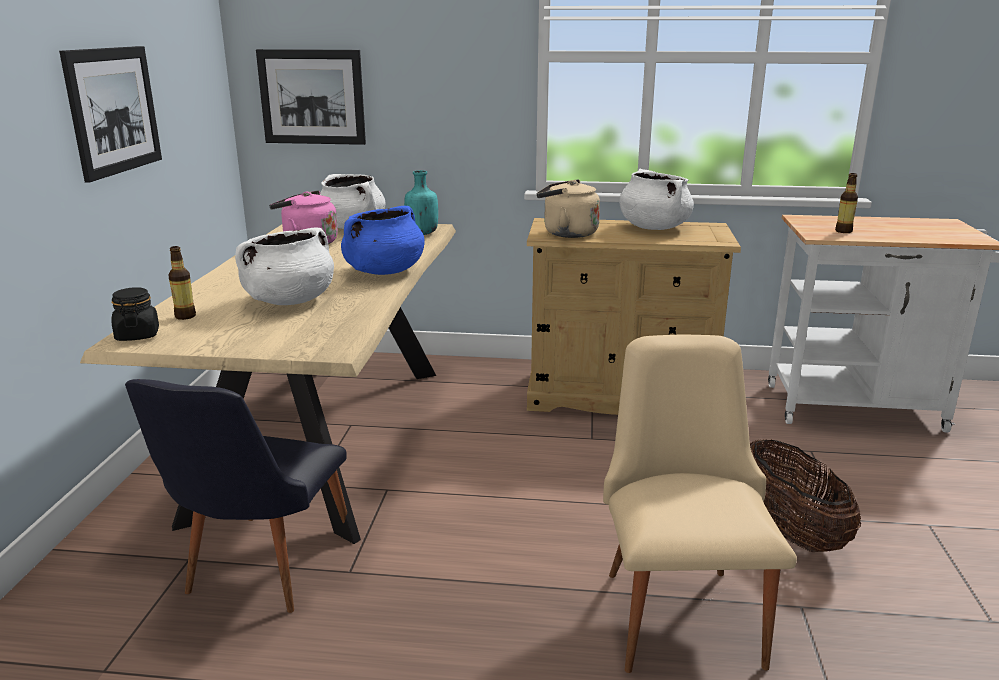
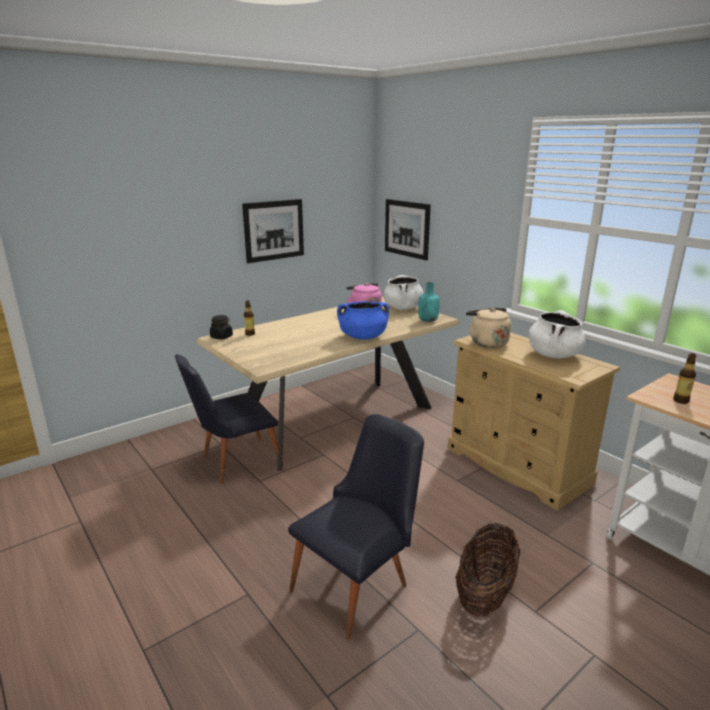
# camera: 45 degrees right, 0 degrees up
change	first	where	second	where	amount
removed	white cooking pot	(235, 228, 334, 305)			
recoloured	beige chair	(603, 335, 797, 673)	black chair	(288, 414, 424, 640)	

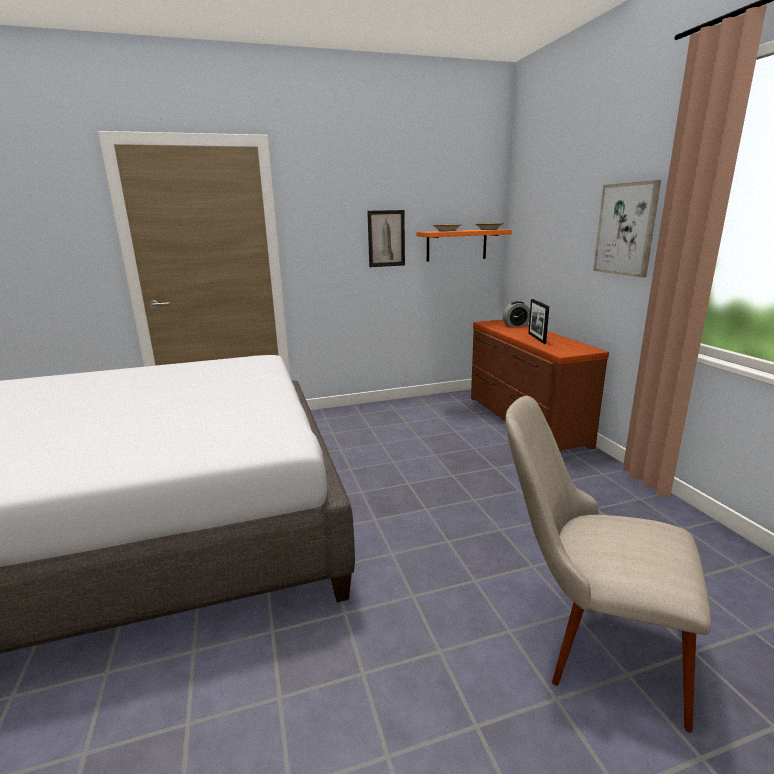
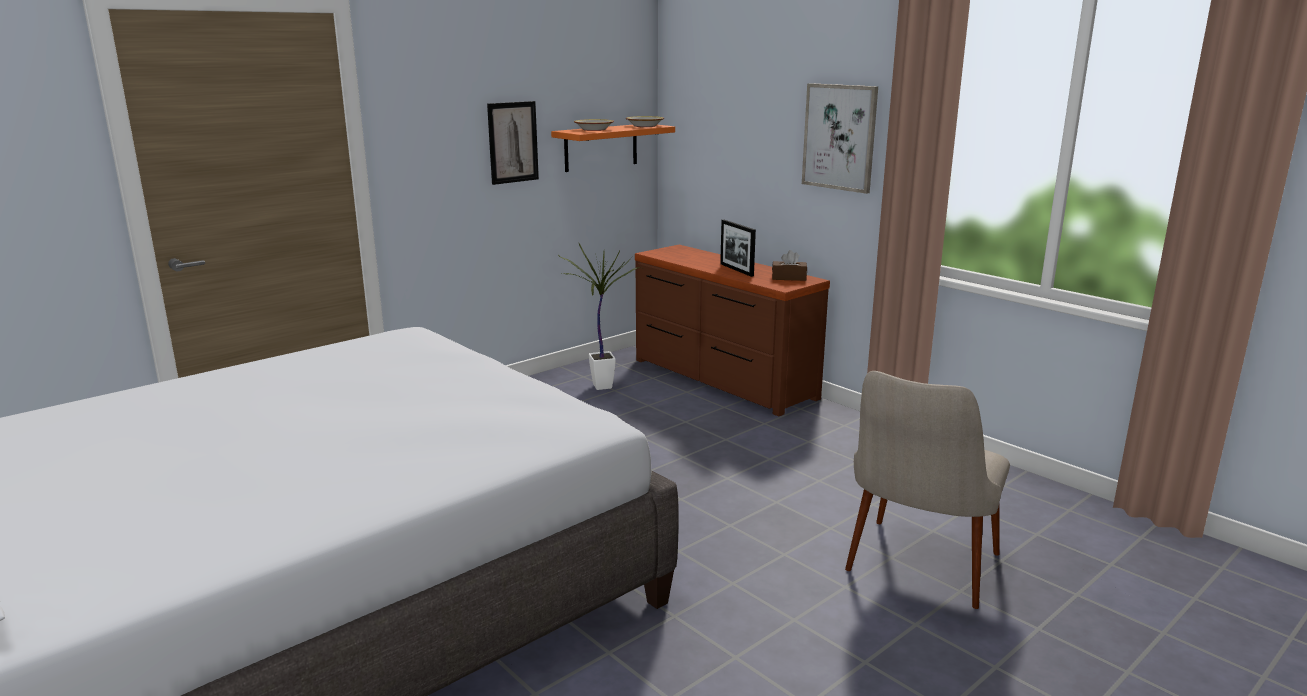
# camera: 25 degrees left, 0 degrees up
change	first	where	second	where	amount
removed	alarm clock	(503, 301, 530, 327)			
added			potted plant	(558, 242, 639, 390)	
added			brown tissue box	(772, 250, 807, 281)	
turned	beige chair	(506, 396, 711, 733)		(845, 371, 1010, 609)	60 degrees counterclockwise

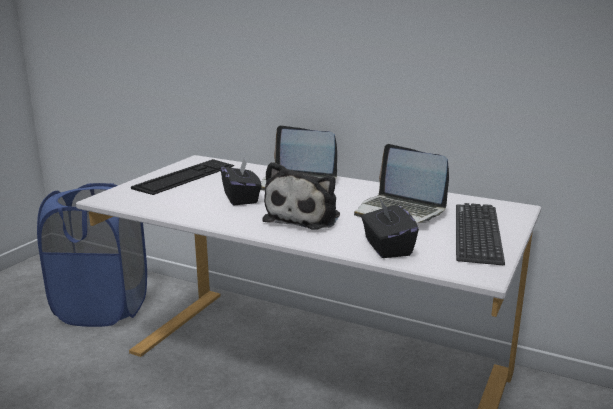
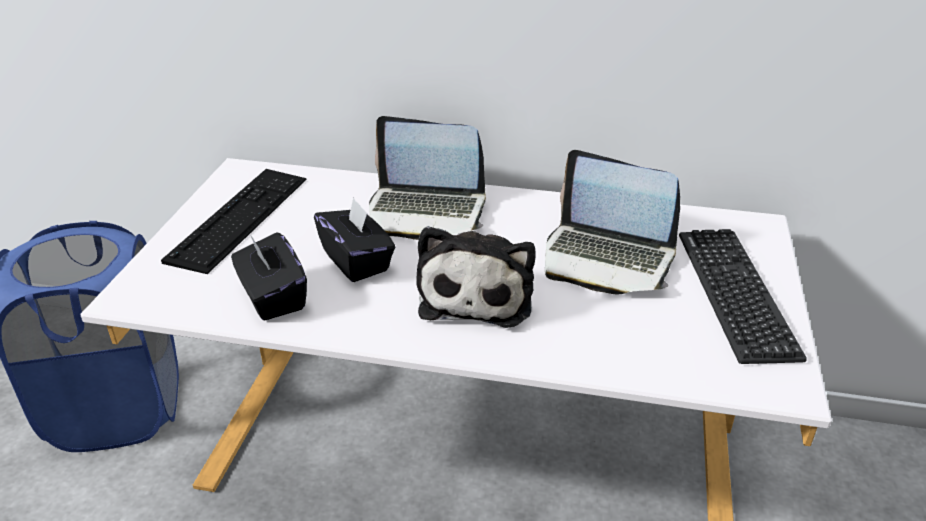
# camera: 15 degrees left, 15 degrees up
change	first	where	second	where	amount
moved	black tissue box	(361, 199, 419, 258)		(231, 232, 307, 321)	

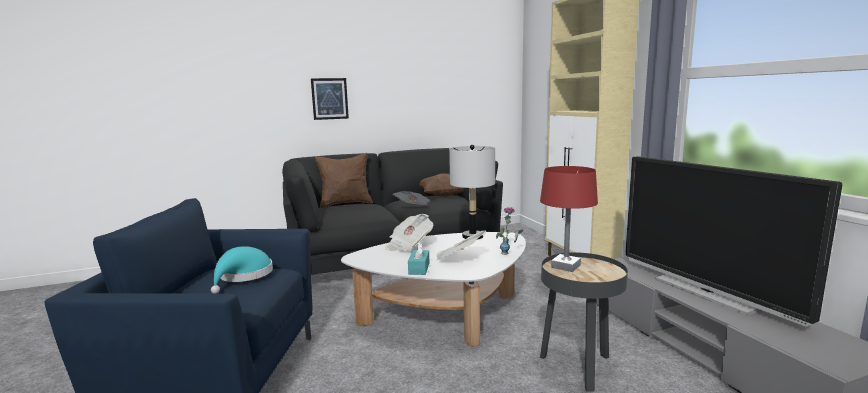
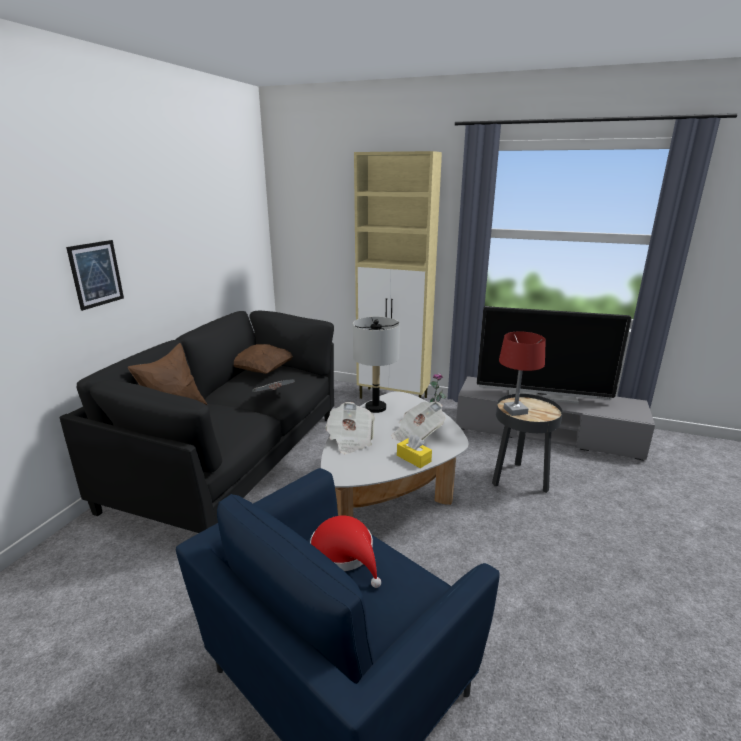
# camera: 50 degrees left, 10 degrees up
change	first	where	second	where	amount
recoloured	turquoise hat	(211, 246, 273, 294)	red hat	(310, 515, 381, 588)	
recoloured	turquoise tissue box	(408, 243, 429, 275)	yellow tissue box	(397, 434, 432, 468)	

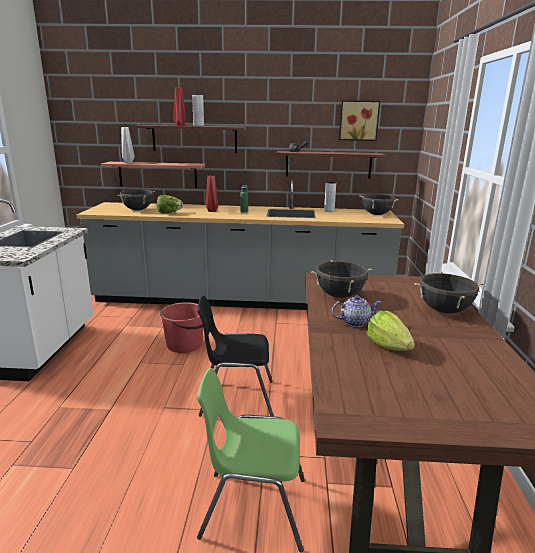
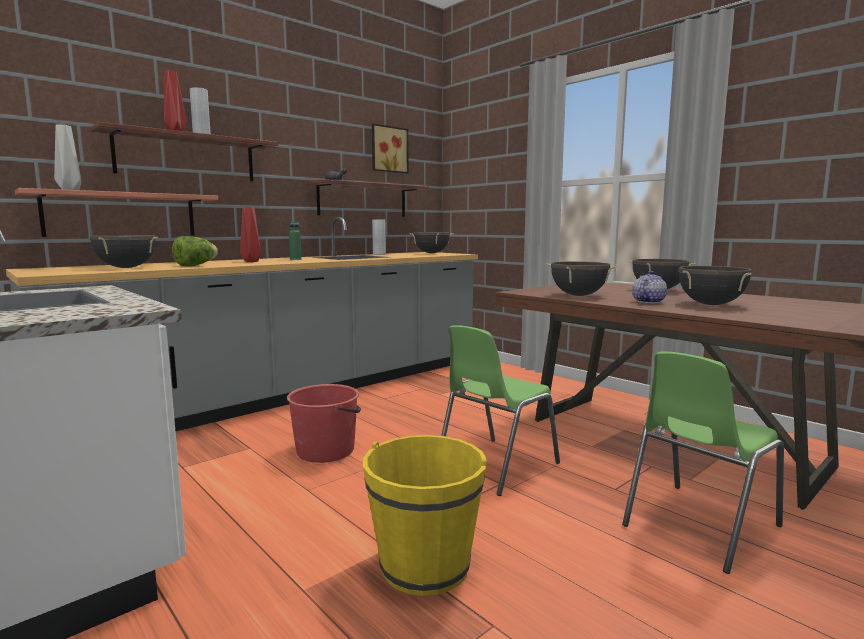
# camera: 45 degrees left, 10 degrees down
change	first	where	second	where	amount
added			yellow bucket	(363, 435, 487, 596)	
replaced	lettuce	(367, 311, 415, 351)	black cooking pot	(678, 266, 752, 305)	
recoloured	black chair	(197, 296, 274, 417)	green chair	(441, 325, 560, 496)	

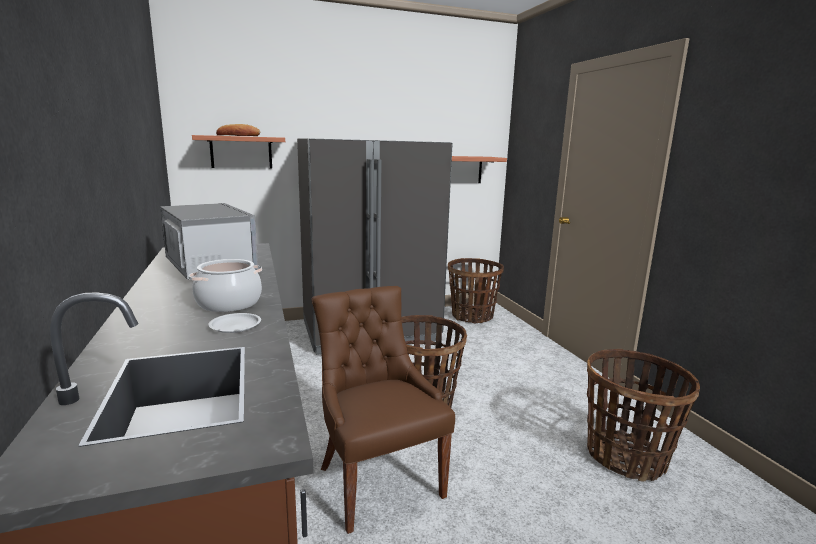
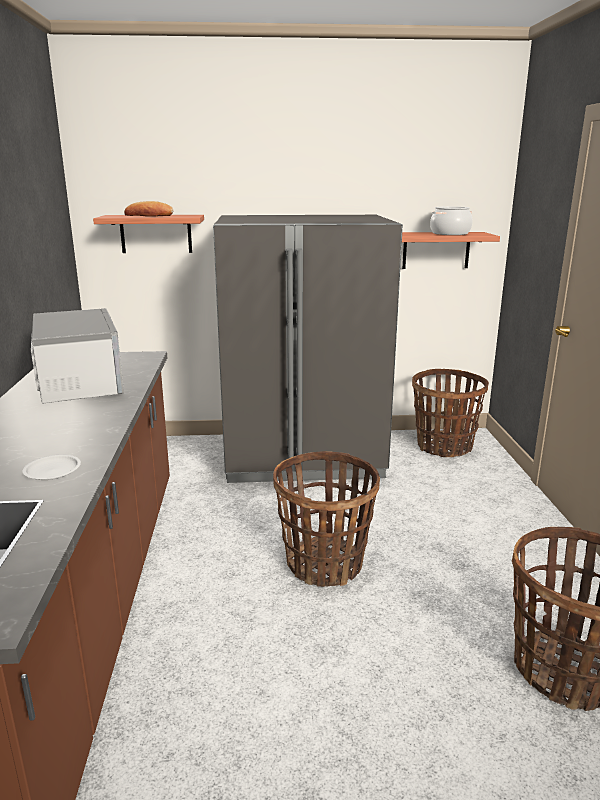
# camera: 15 degrees right, 5 degrees up
change	first	where	second	where	amount
removed	brown chair	(312, 286, 455, 534)			
moved	cooking pot	(188, 259, 262, 312)		(430, 206, 473, 235)	

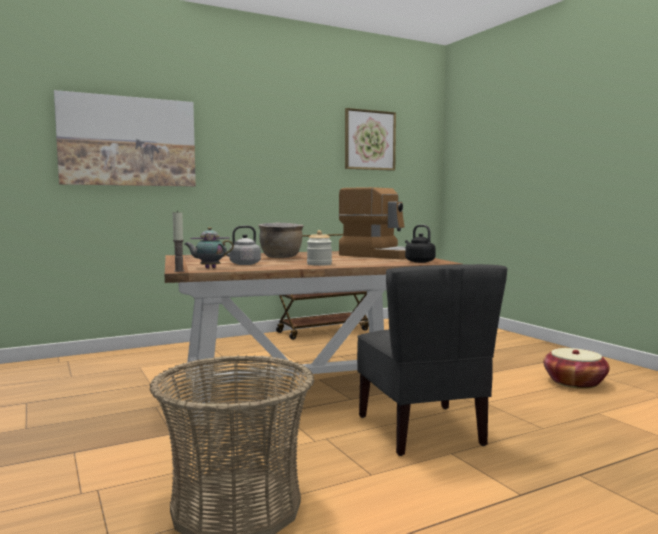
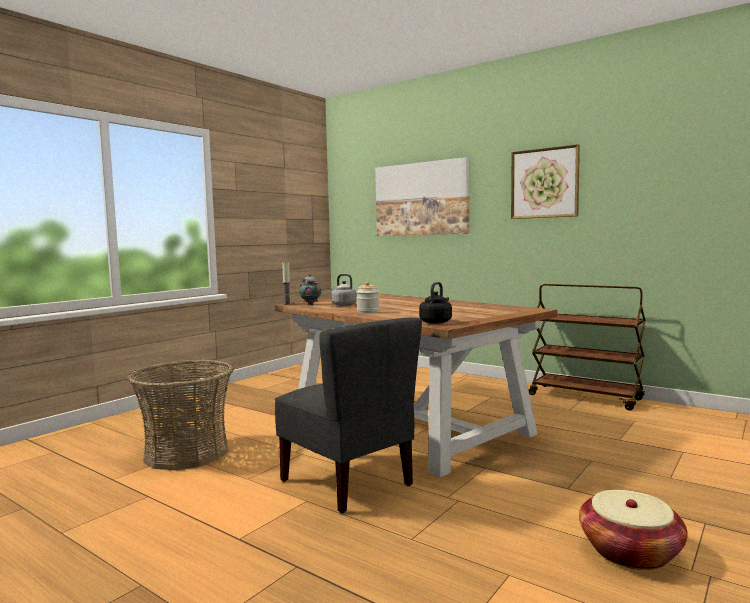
# camera: 65 degrees right, 0 degrees up
change	first	where	second	where	amount
removed	brown cooking pot	(258, 222, 304, 258)			
removed	coffee machine	(339, 187, 406, 259)			
moved	picture	(345, 108, 396, 171)		(511, 144, 580, 219)	
turned	grey chair	(357, 264, 508, 456)		(274, 317, 422, 513)	90 degrees counterclockwise

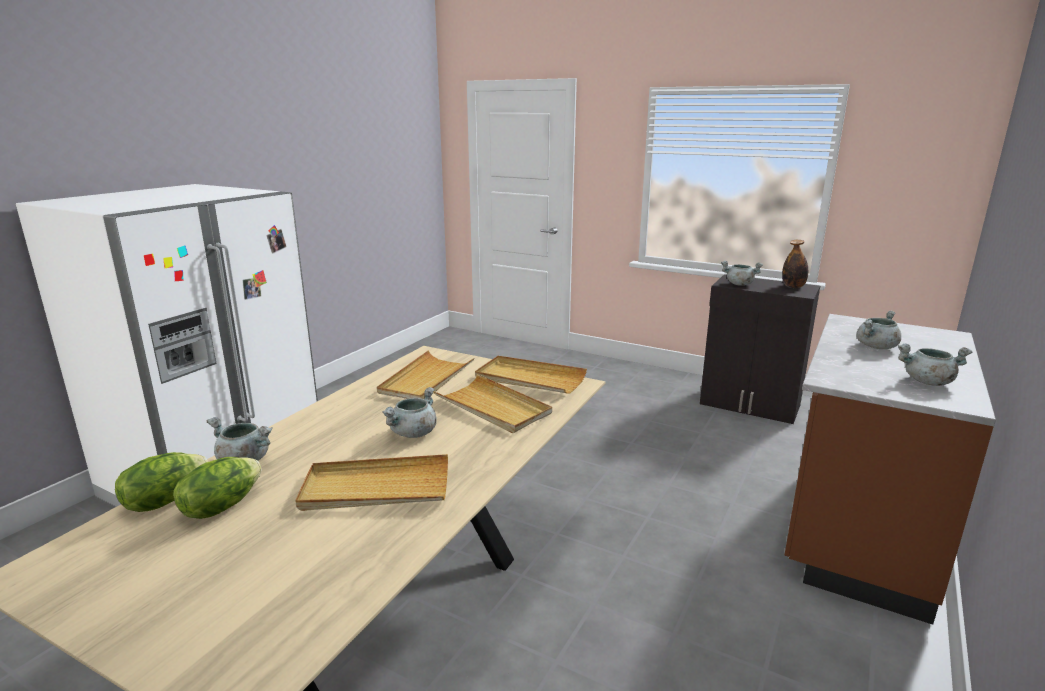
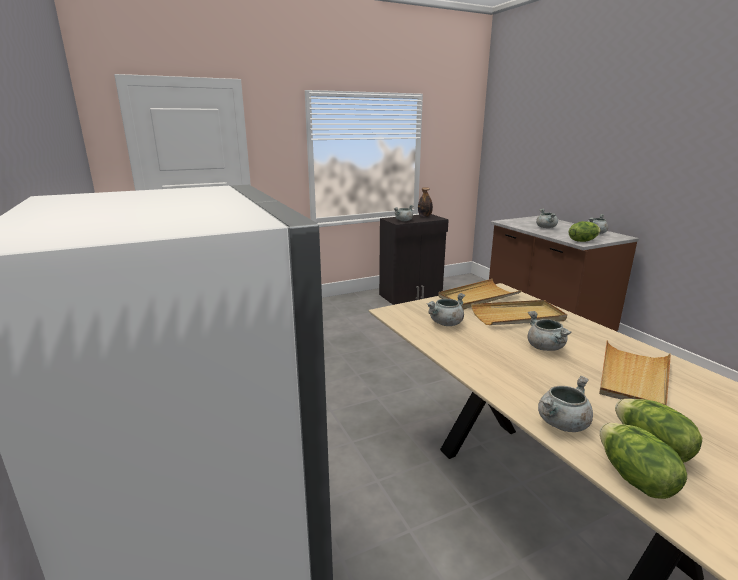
# camera: 55 degrees left, 0 degrees up
change	first	where	second	where	amount
added			lettuce	(569, 221, 601, 242)	
replaced	beige tray	(377, 350, 474, 399)	grey cooking pot	(427, 293, 465, 326)	

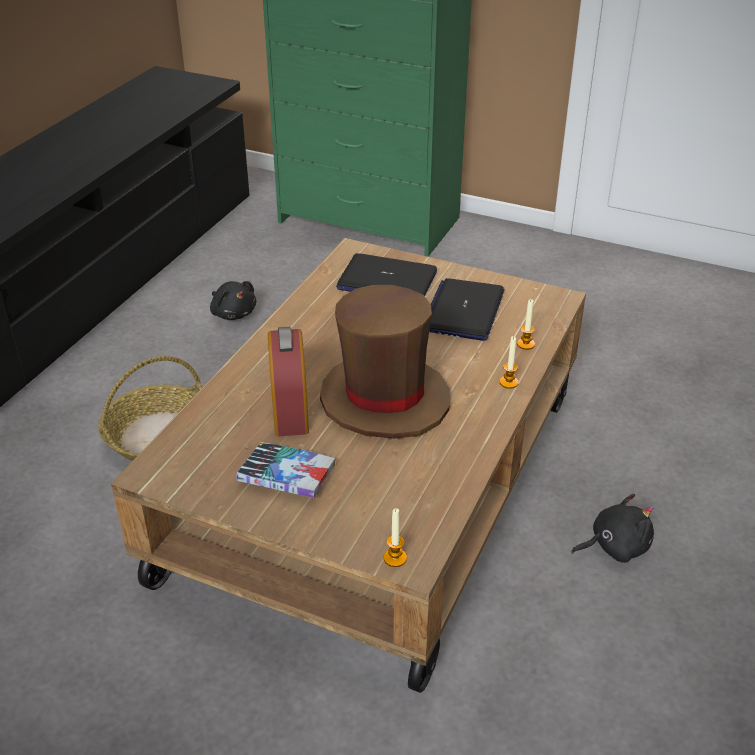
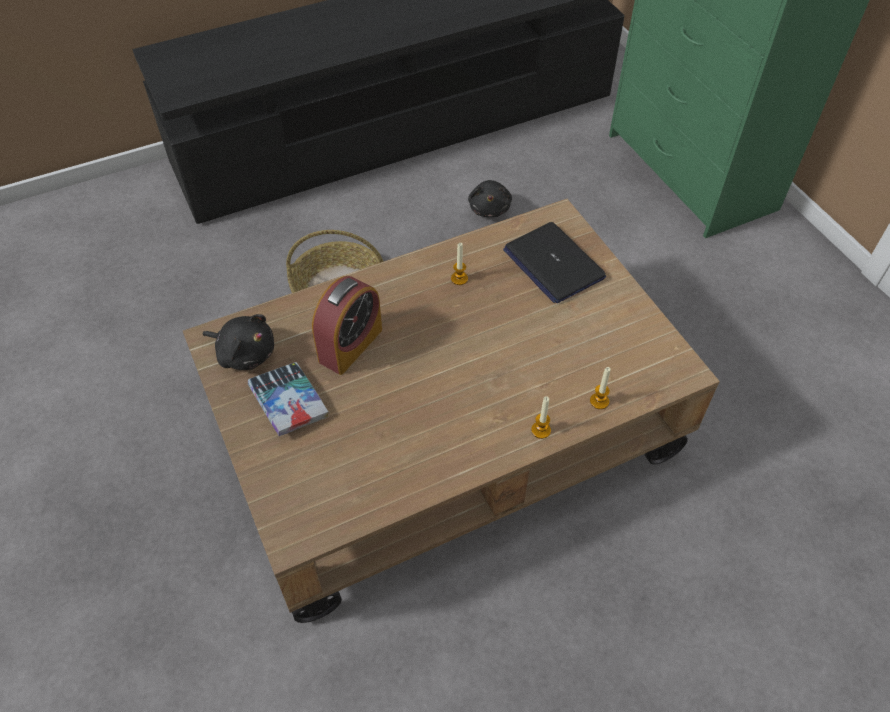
# camera: 40 degrees right, 15 degrees up
change	first	where	second	where	amount
removed	brown hat	(320, 285, 450, 439)			
removed	laptop	(429, 278, 504, 341)			
moved	candle	(384, 508, 407, 567)		(451, 243, 468, 285)	
moved	black plush toy	(571, 494, 654, 563)		(203, 314, 274, 370)	

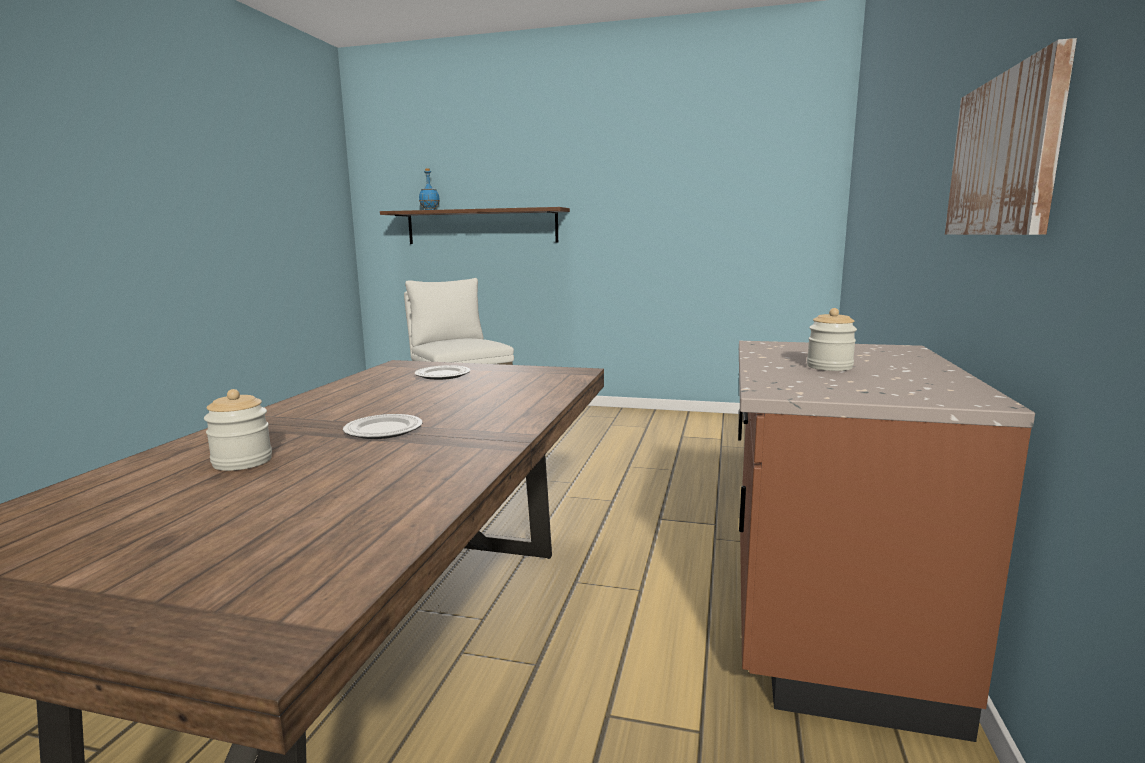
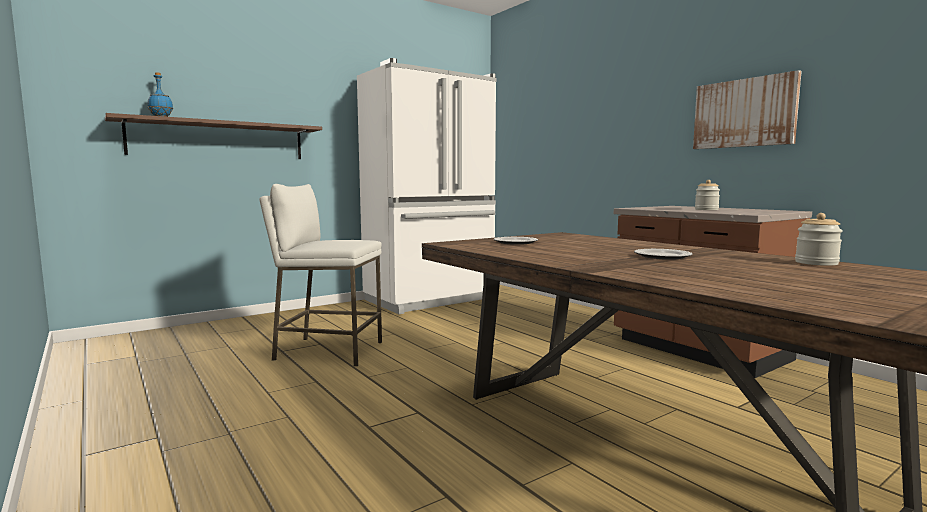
# camera: 50 degrees left, 5 degrees down
change	first	where	second	where	amount
added			white fridge	(357, 58, 496, 314)	
moved	jar	(204, 389, 272, 471)		(795, 213, 843, 266)	

